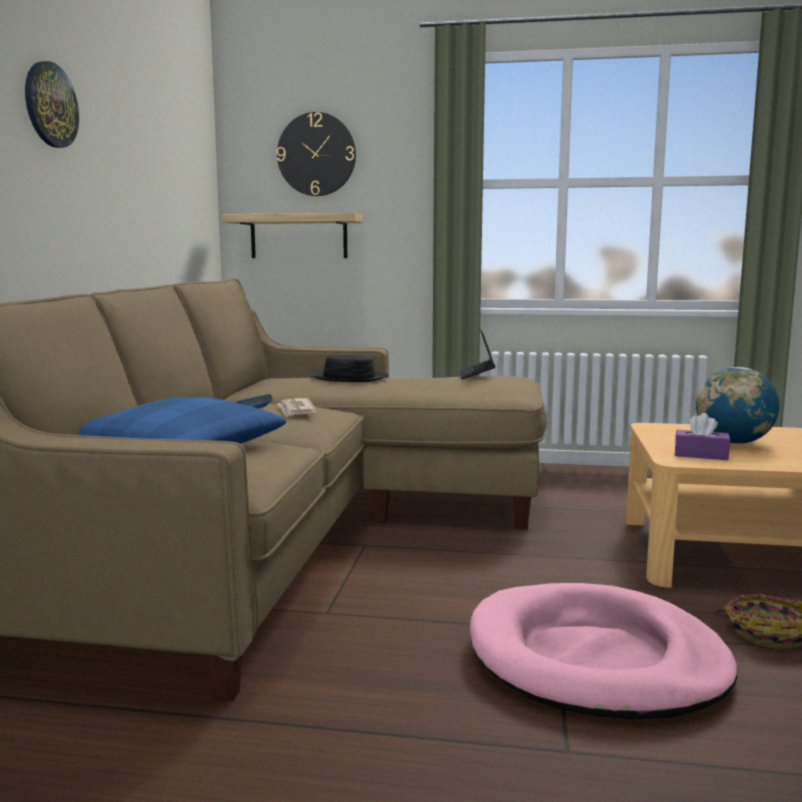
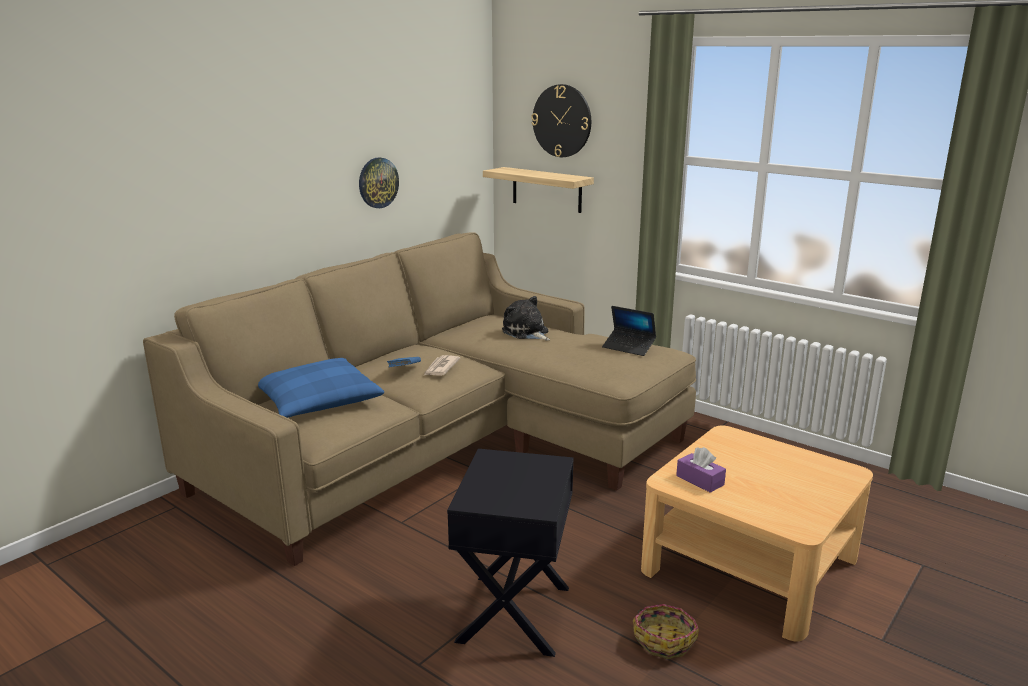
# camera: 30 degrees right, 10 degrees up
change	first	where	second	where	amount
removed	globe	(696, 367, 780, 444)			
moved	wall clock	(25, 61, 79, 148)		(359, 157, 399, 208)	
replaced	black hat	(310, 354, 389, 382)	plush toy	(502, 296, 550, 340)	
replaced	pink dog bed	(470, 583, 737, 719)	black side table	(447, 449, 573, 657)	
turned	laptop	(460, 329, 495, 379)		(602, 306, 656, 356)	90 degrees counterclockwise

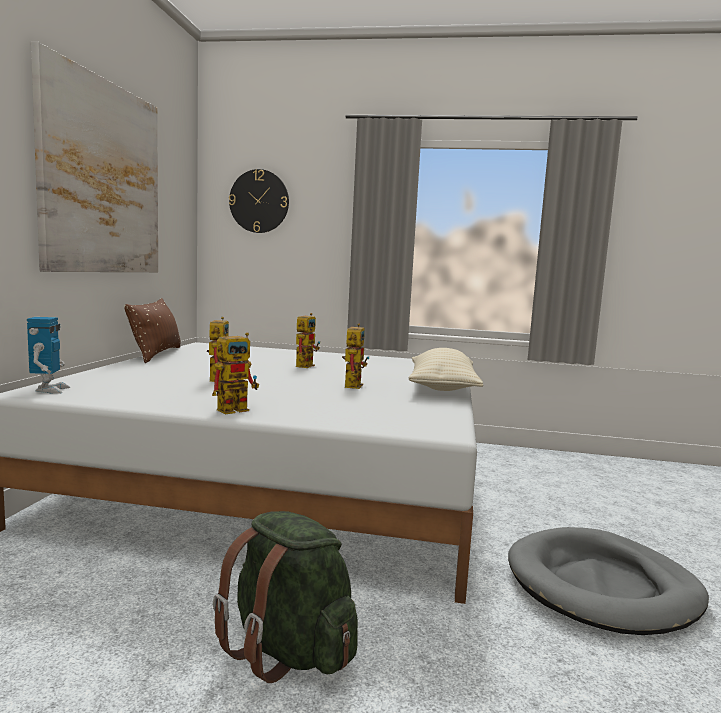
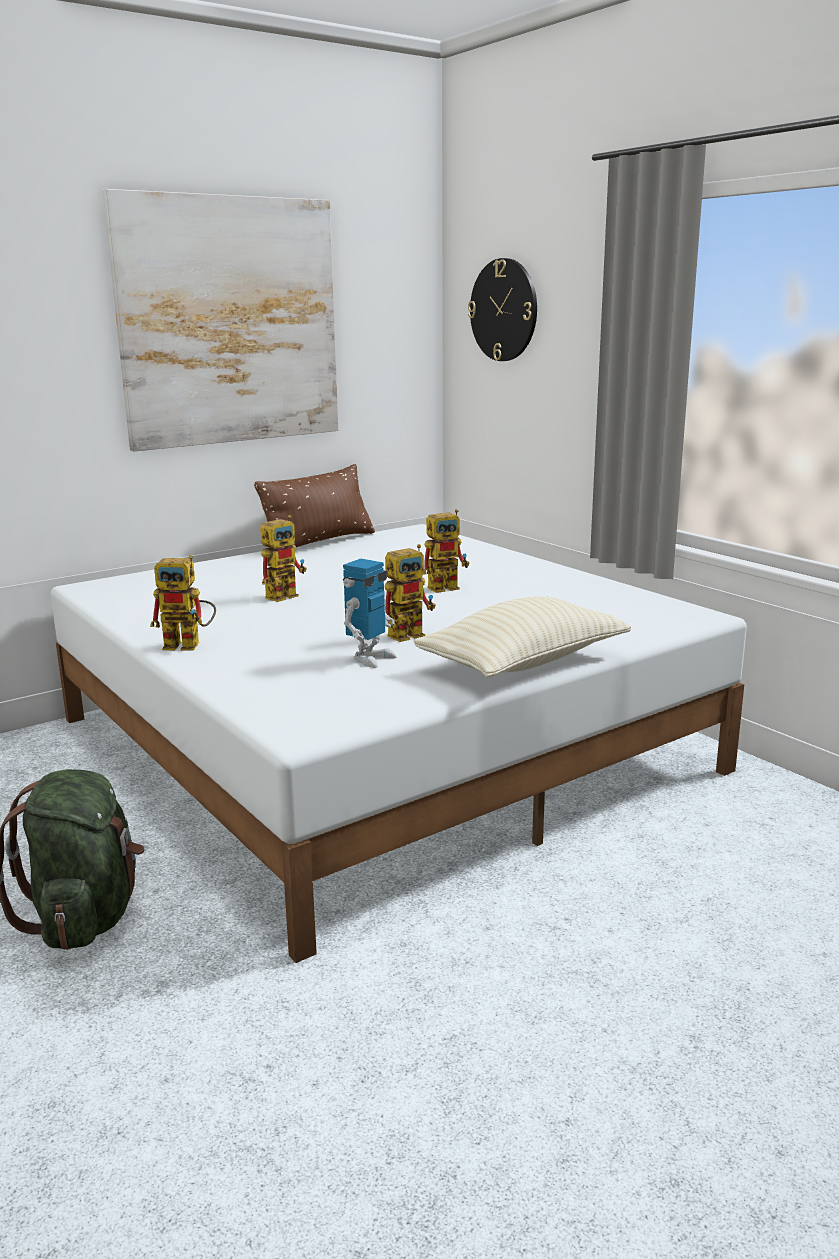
# camera: 45 degrees right, 10 degrees up
change	first	where	second	where	amount
removed	grey dog bed	(508, 527, 709, 635)			
moved	toy robot	(27, 317, 70, 394)		(343, 559, 397, 668)	

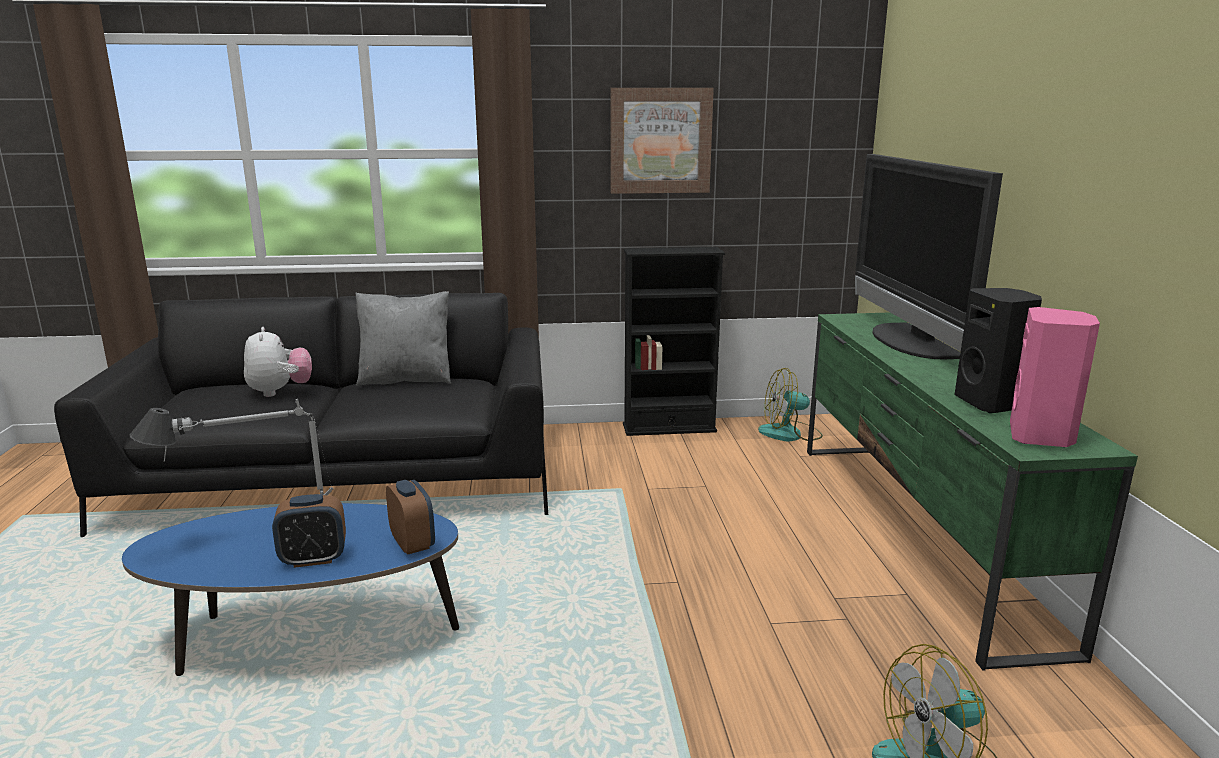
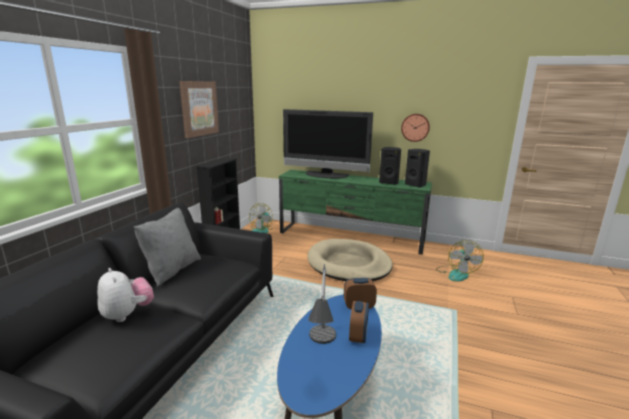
# camera: 65 degrees left, 0 degrees up
change	first	where	second	where	amount
added			beige dog bed	(307, 239, 393, 281)	
added			wall clock	(401, 114, 430, 142)	
recoloured	pink speaker	(1010, 307, 1100, 447)	black speaker	(405, 149, 430, 188)	
turned	plush toy	(244, 327, 312, 397)		(97, 268, 154, 322)	45 degrees clockwise

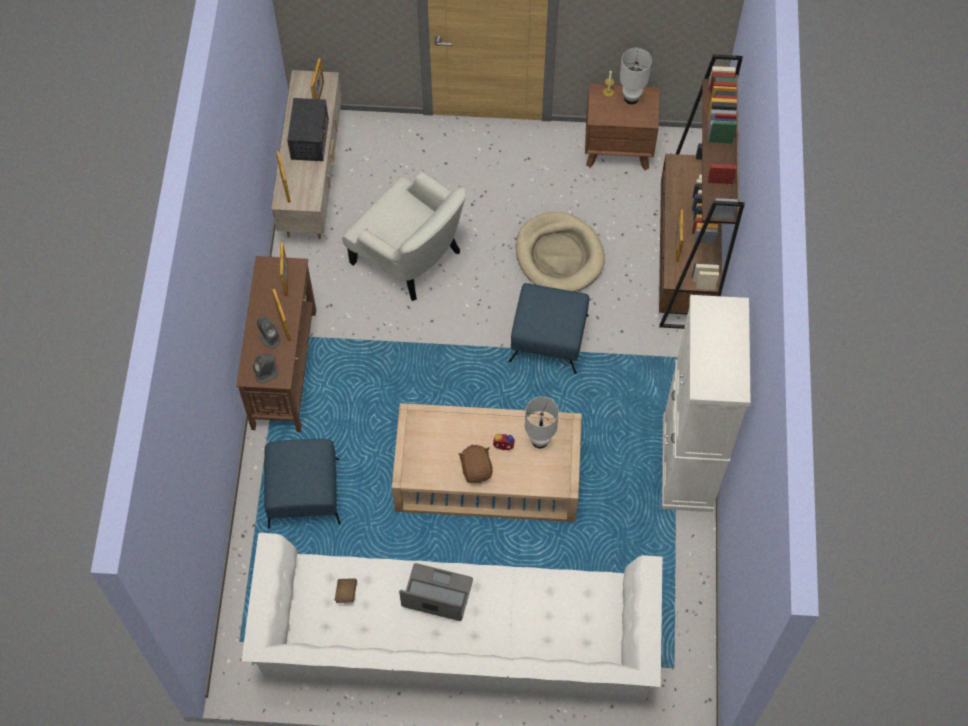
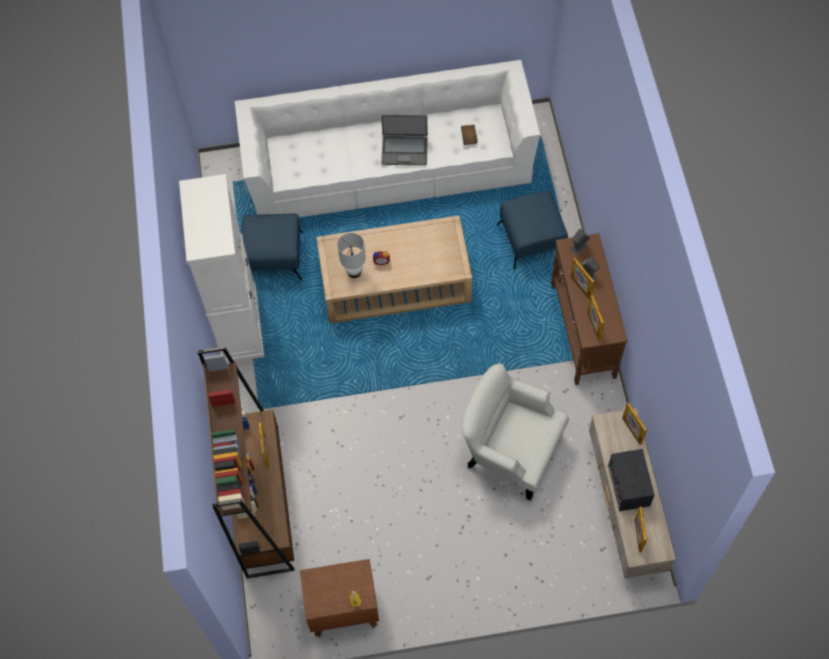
# camera: 170 degrees right, 0 degrees up
change	first	where	second	where	amount
removed	brown plush toy	(458, 444, 493, 483)			
removed	beige dog bed	(516, 212, 605, 292)			
removed	white table lamp	(619, 48, 652, 104)			
moved	blue ottoman	(509, 283, 589, 374)		(241, 214, 303, 280)	

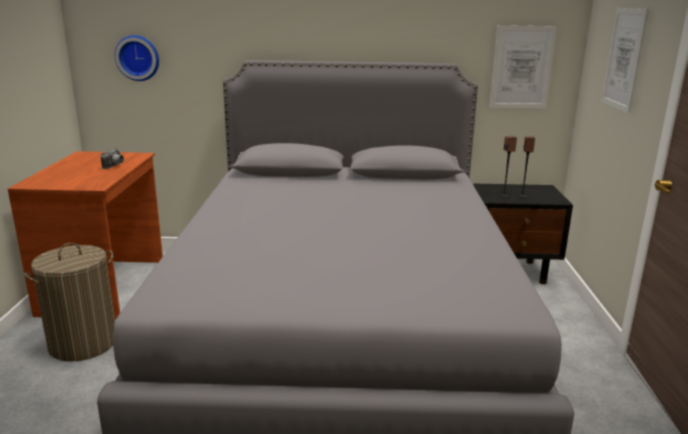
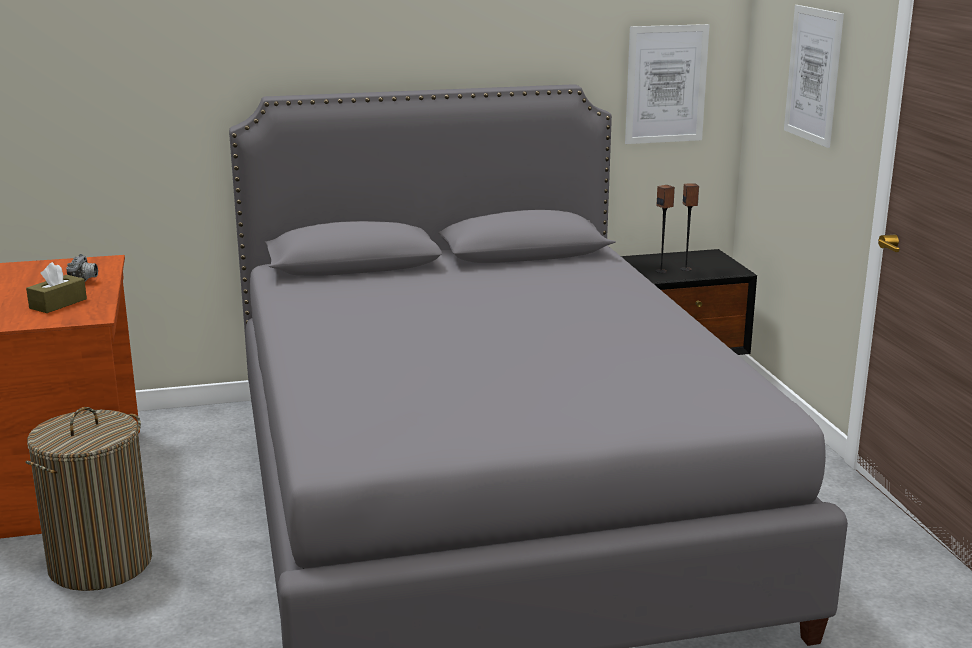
# camera: 15 degrees left, 0 degrees up
change	first	where	second	where	amount
removed	wall clock	(115, 35, 159, 81)			
added			brown tissue box	(26, 262, 87, 313)	

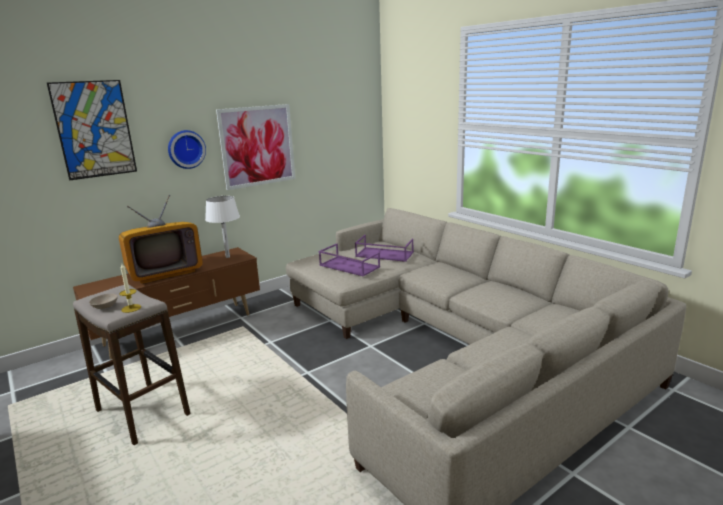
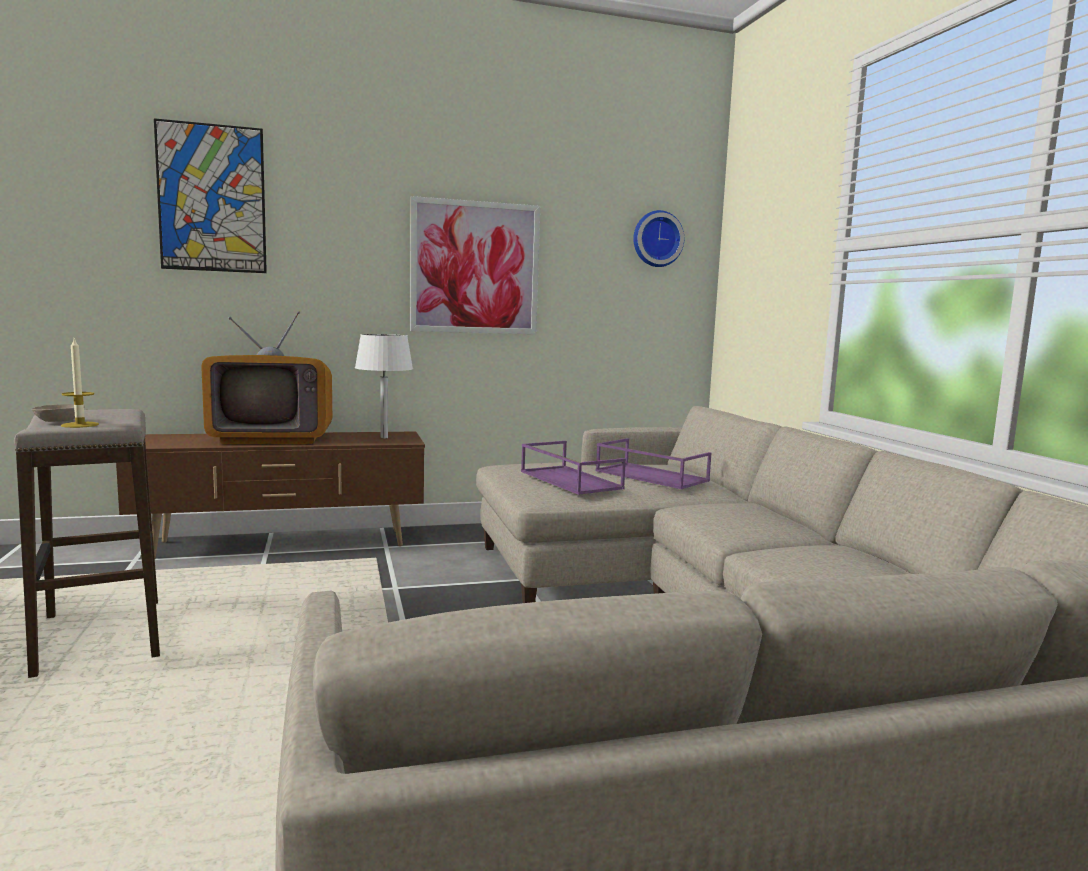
# camera: 20 degrees right, 10 degrees down
change	first	where	second	where	amount
moved	wall clock	(168, 130, 206, 169)		(633, 210, 684, 267)	

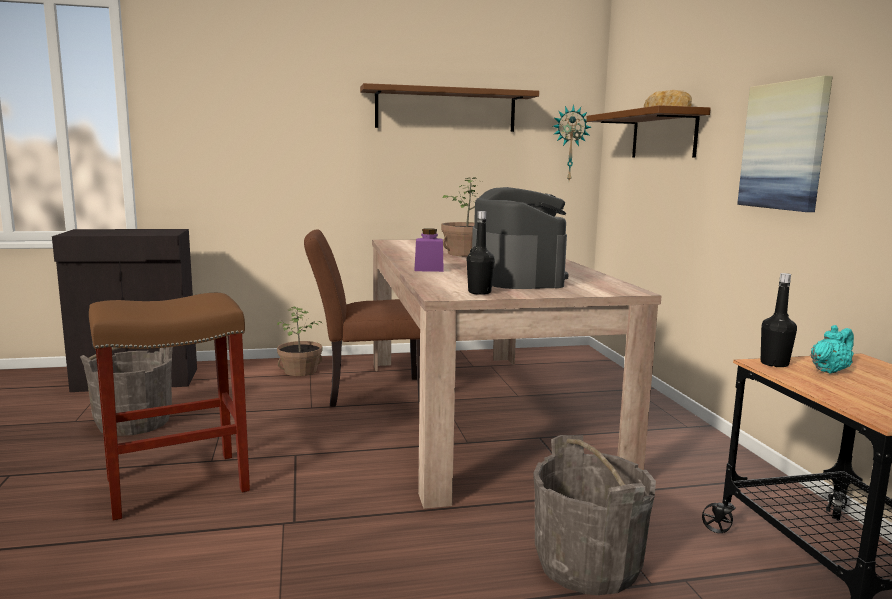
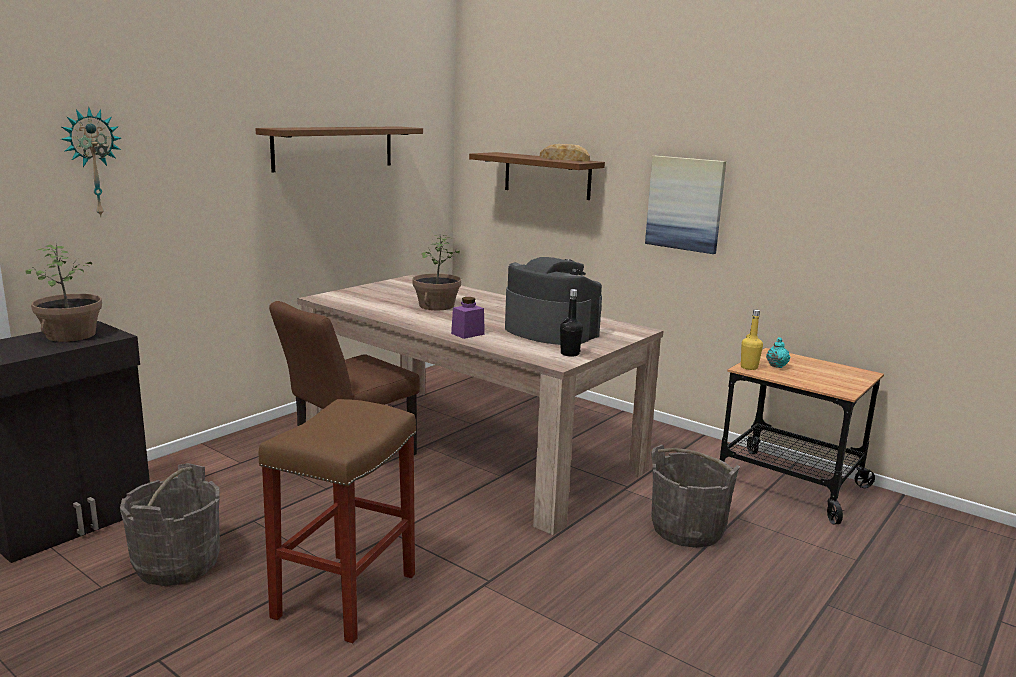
# camera: 40 degrees left, 5 degrees up
change	first	where	second	where	amount
moved	potted plant	(277, 306, 322, 376)		(26, 244, 102, 342)	
moved	wall clock	(553, 105, 591, 181)		(61, 107, 121, 218)	
recoloured	black bottle	(761, 273, 797, 367)	yellow bottle	(741, 310, 763, 370)	

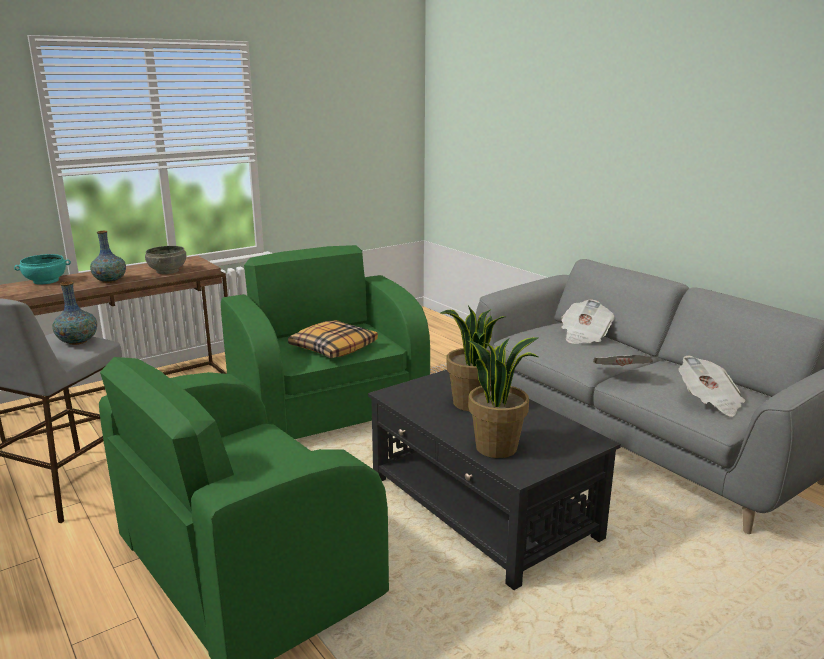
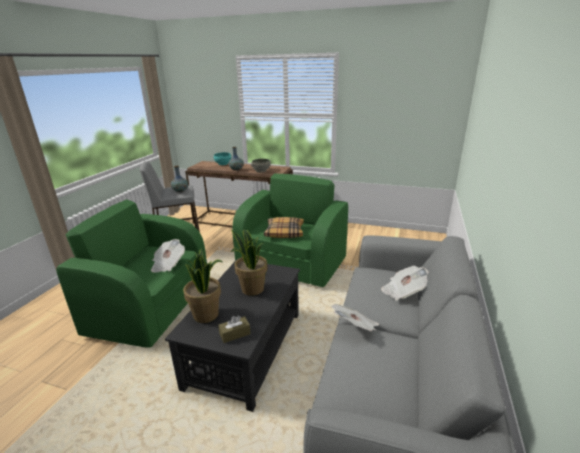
# camera: 55 degrees right, 5 degrees up
change	first	where	second	where	amount
added			brown tissue box	(218, 315, 251, 343)	
moved	newspaper	(679, 356, 745, 417)		(151, 239, 185, 273)	

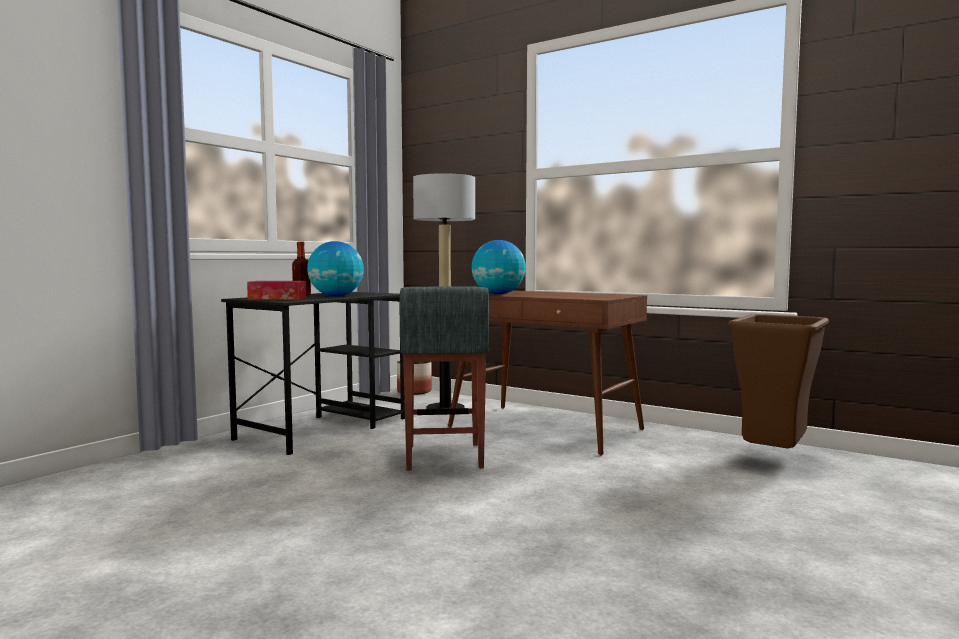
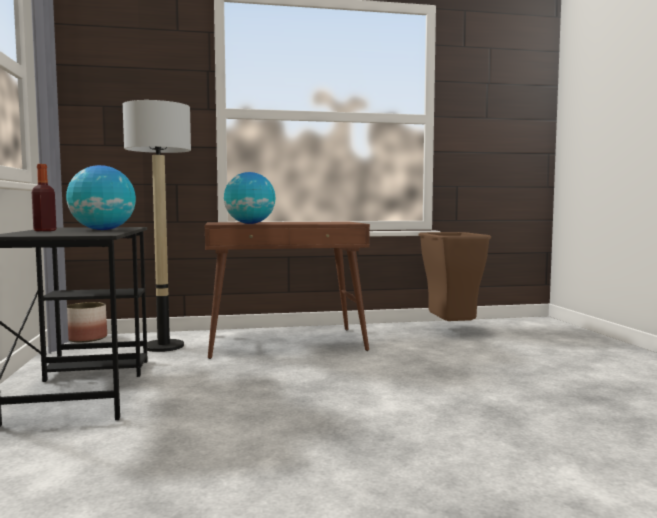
# camera: 45 degrees left, 0 degrees up
change	first	where	second	where	amount
removed	tissue box	(247, 281, 306, 299)			
removed	grey stool	(400, 286, 489, 471)			

